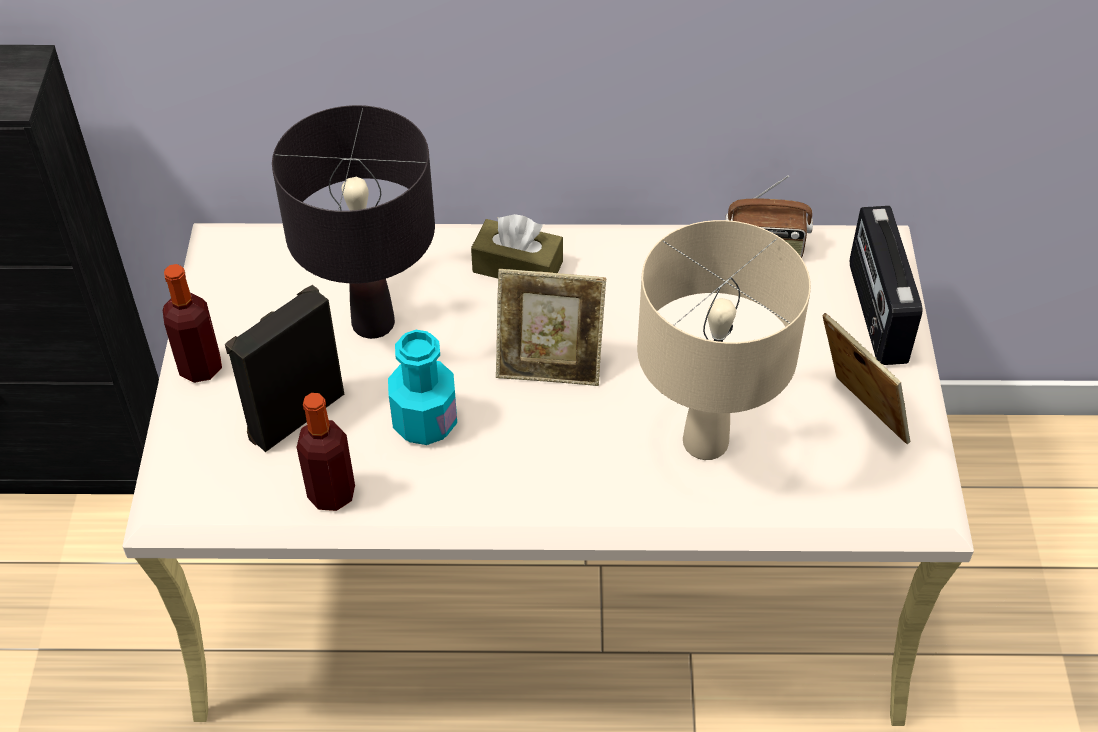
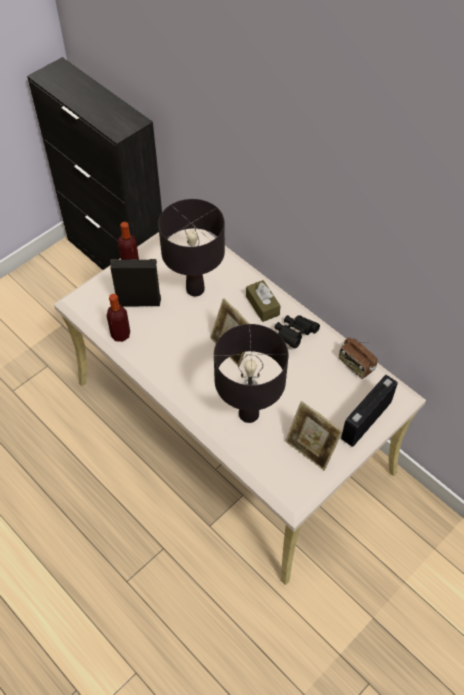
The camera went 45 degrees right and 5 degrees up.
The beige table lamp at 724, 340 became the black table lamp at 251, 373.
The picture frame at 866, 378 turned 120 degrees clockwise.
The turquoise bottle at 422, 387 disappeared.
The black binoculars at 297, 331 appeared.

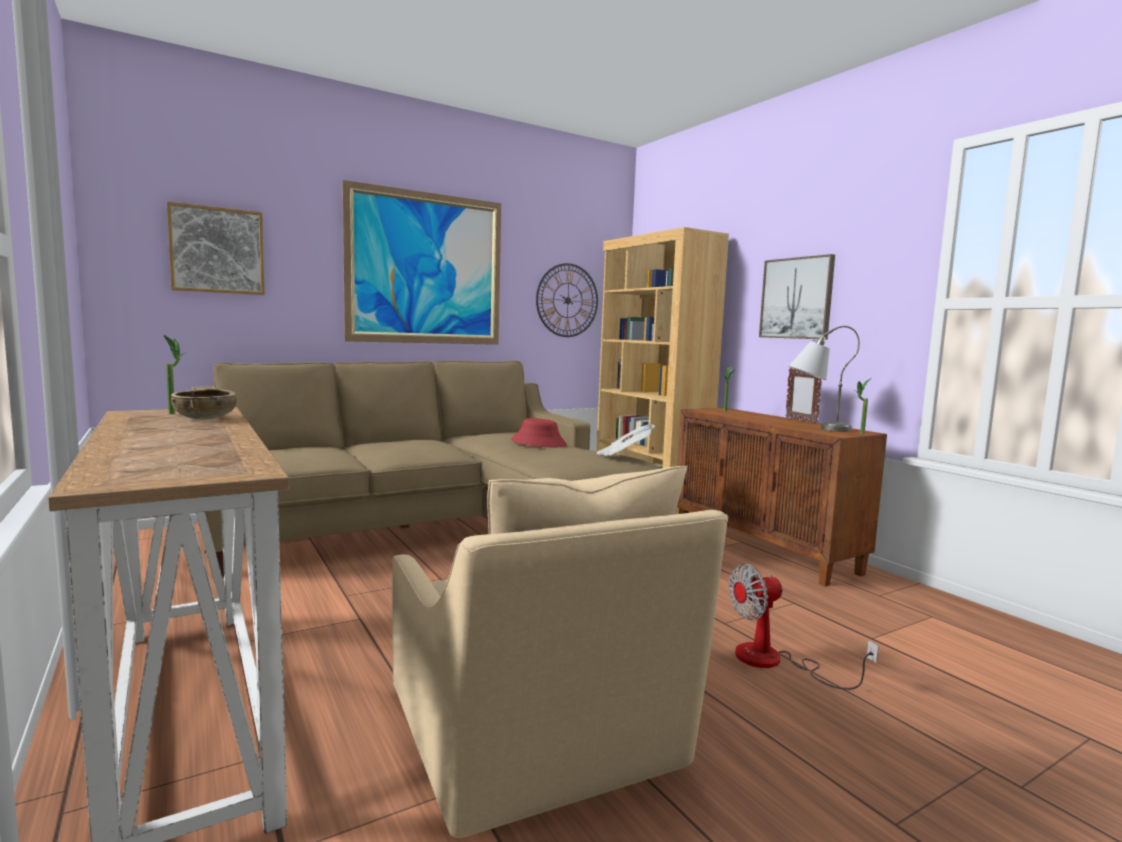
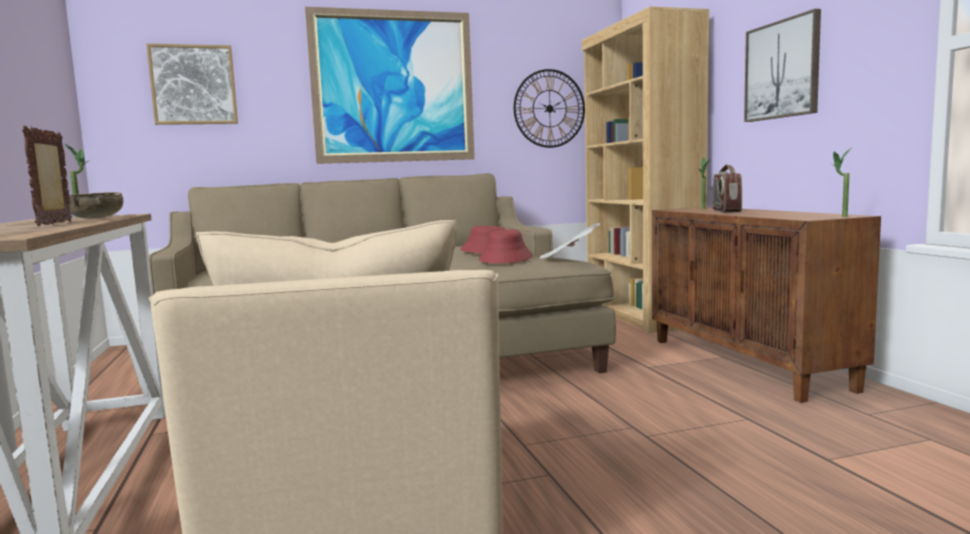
The camera went 15 degrees right and 0 degrees up.
The grey table lamp at 824, 379 disappeared.
The picture frame moved from 803, 396 to 47, 176.
The fan at 804, 627 disappeared.
The radio at 727, 188 appeared.
The red hat at 506, 246 appeared.

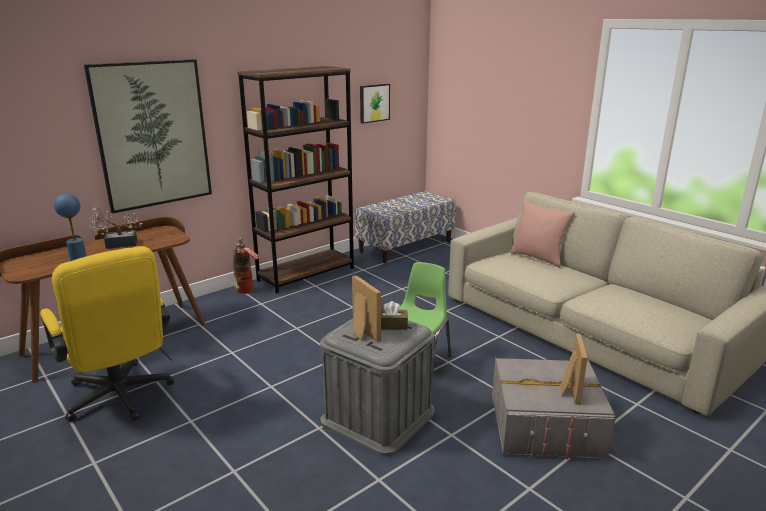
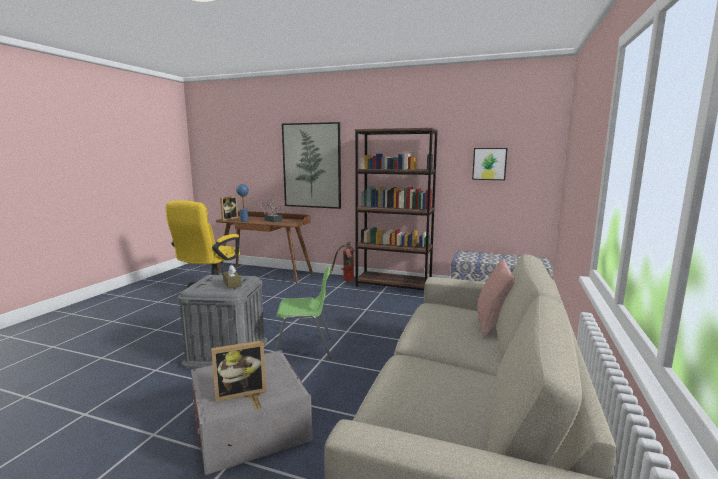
The camera went 60 degrees right and 10 degrees down.
The picture frame moved from 366, 308 to 229, 208.

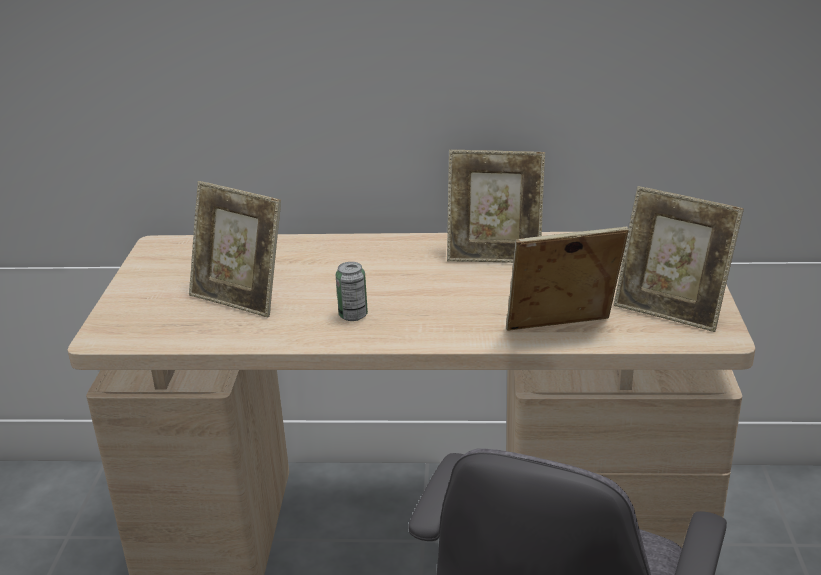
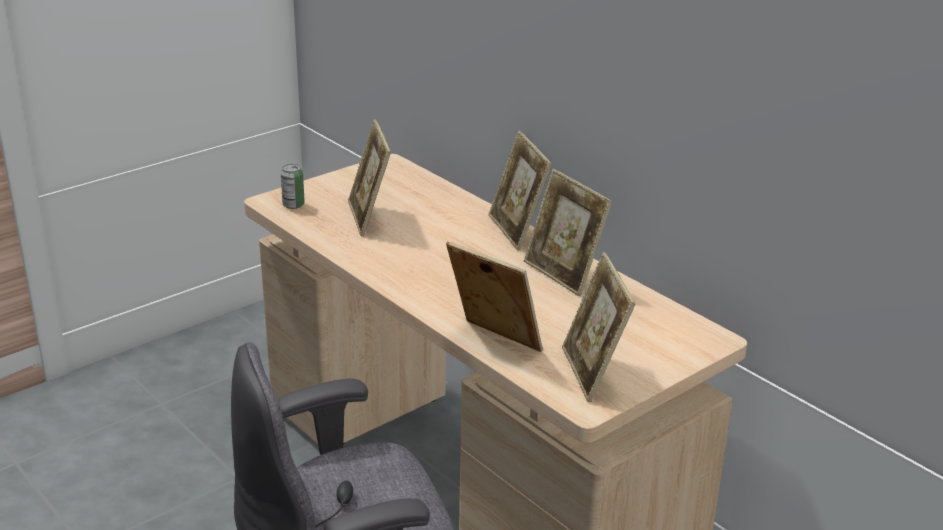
The camera went 45 degrees right and 0 degrees up.
The can moved from 352, 291 to 293, 186.
The picture frame at 520, 191 appeared.

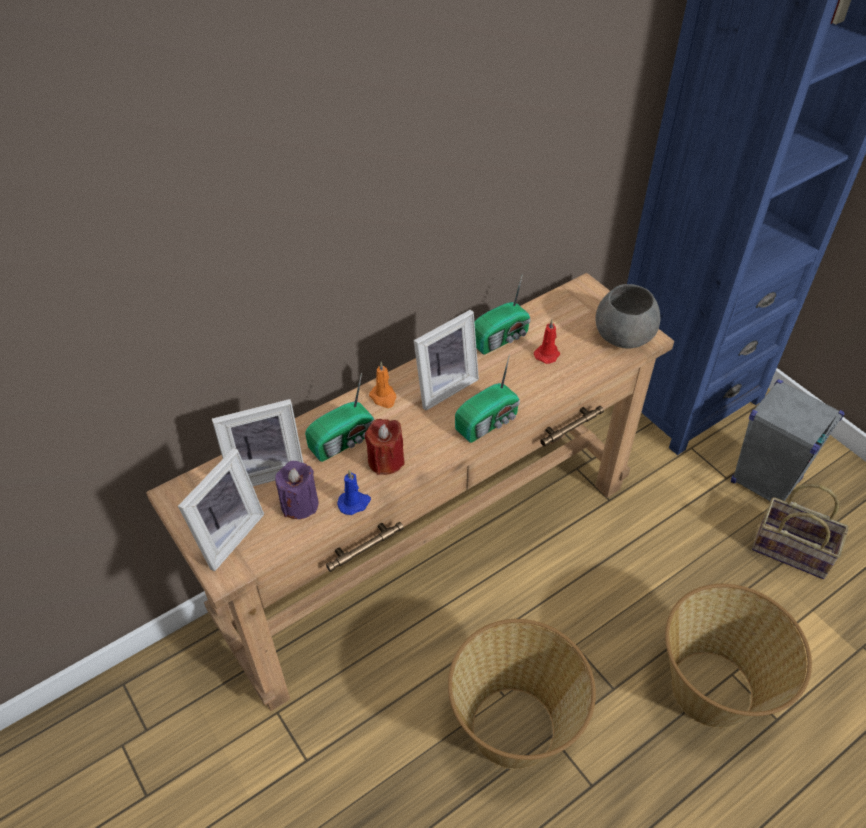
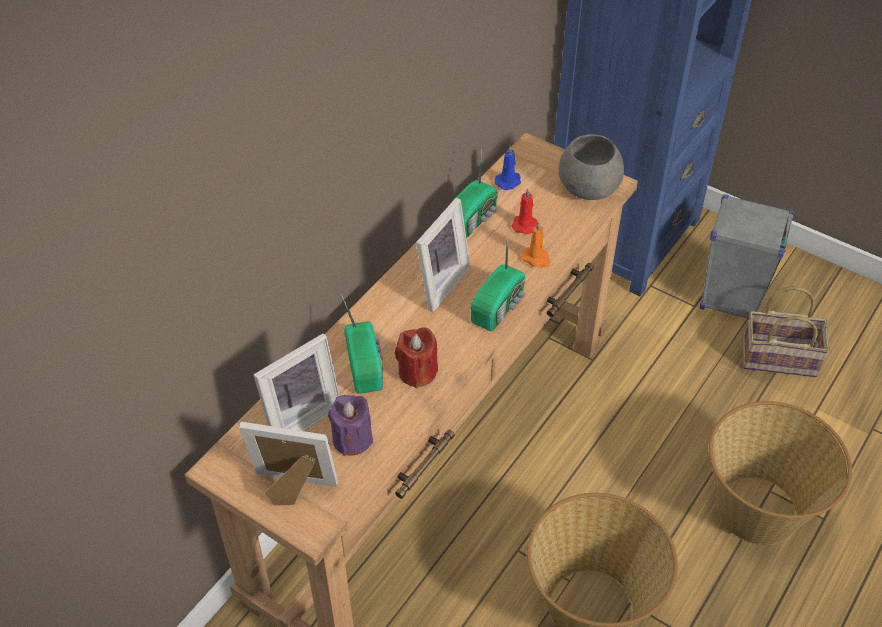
The camera went 20 degrees left and 0 degrees up.
The orange candle moved from 382, 385 to 535, 244.
The radio at 339, 417 turned 45 degrees counterclockwise.
The picture frame at 221, 509 turned 90 degrees counterclockwise.
The blue candle moved from 354, 492 to 507, 167.

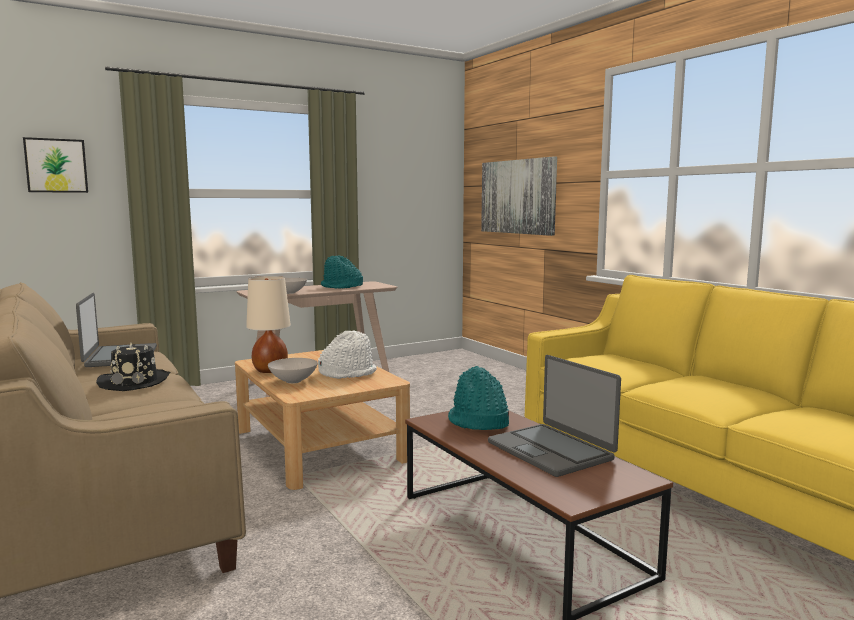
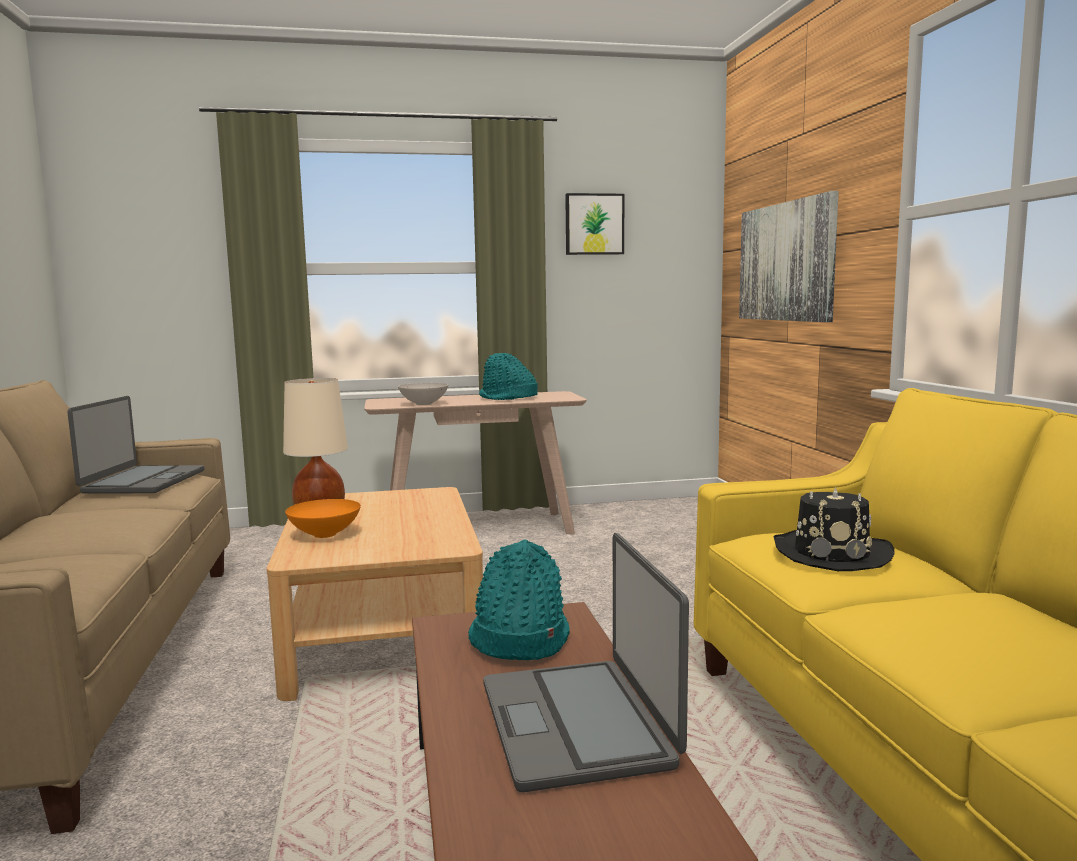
The camera went 20 degrees right and 0 degrees up.
The picture moved from 55, 165 to 594, 224.
The white hat at 347, 355 disappeared.
The black hat moved from 133, 367 to 834, 528.
The white bowl at 293, 371 became the orange bowl at 323, 518.

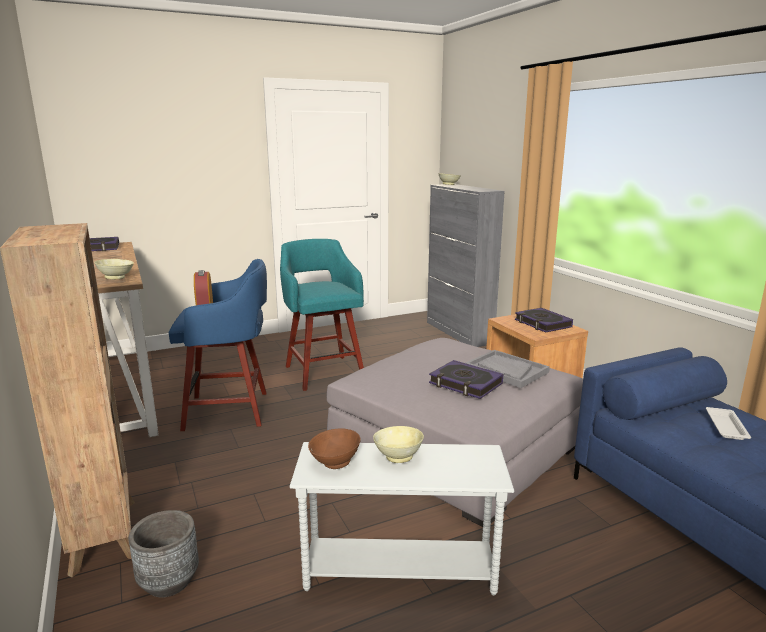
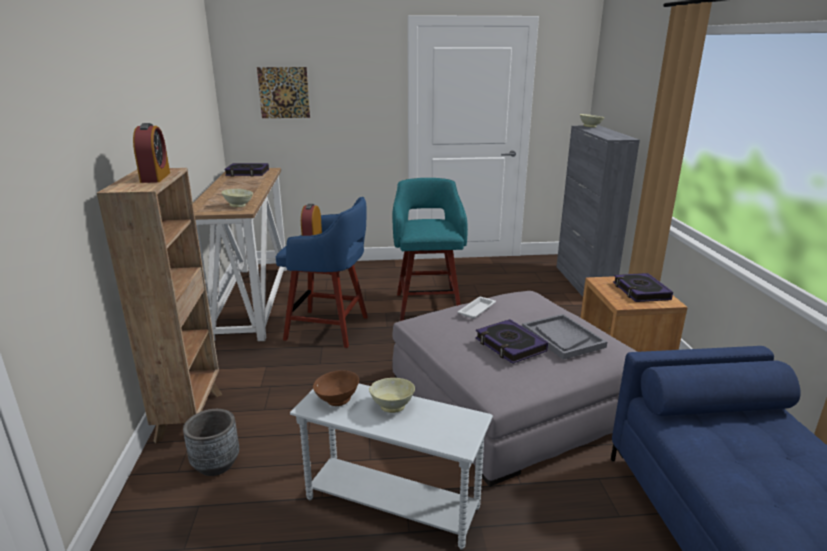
The camera went 20 degrees right and 5 degrees up.
The white tray moved from 728, 423 to 477, 308.
The picture at 283, 92 appeared.
The alarm clock at 151, 153 appeared.

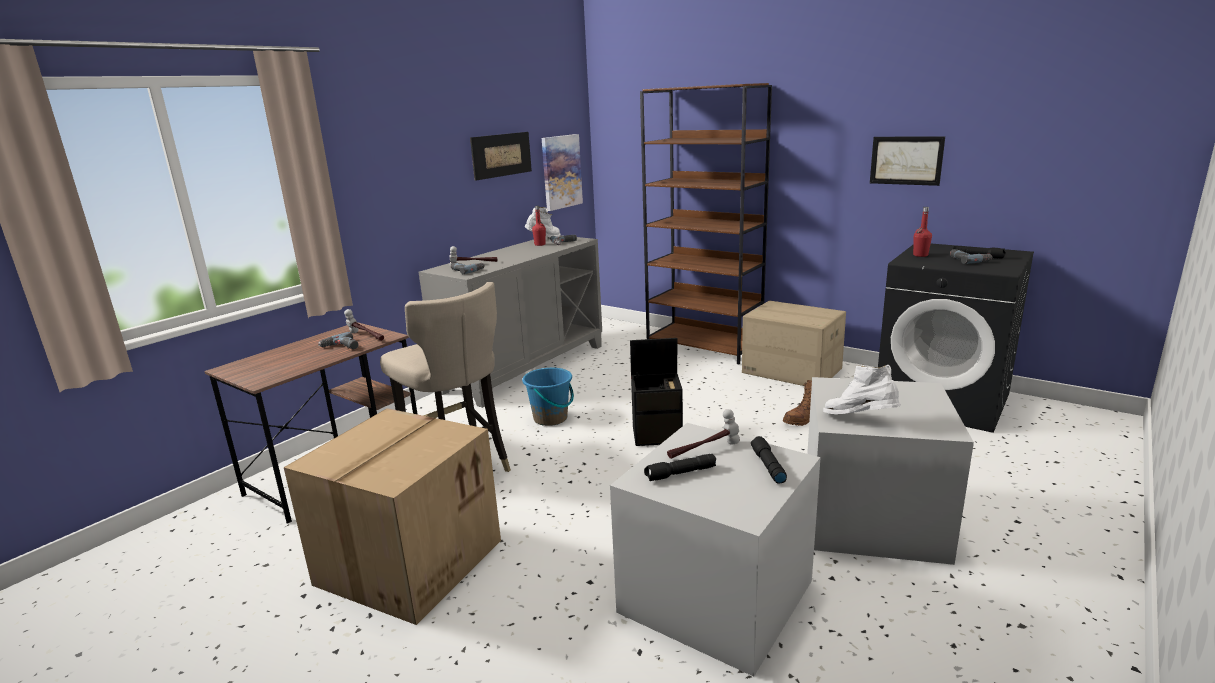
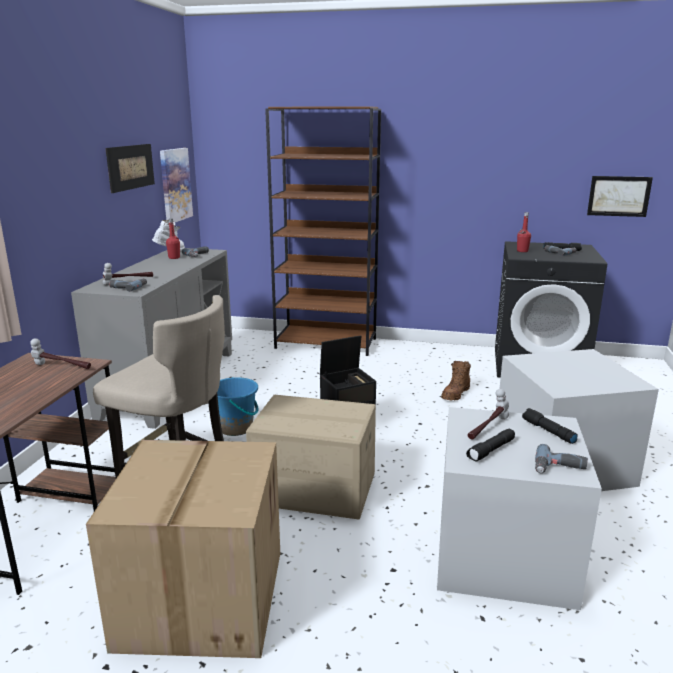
The camera went 25 degrees left and 0 degrees up.
The picture moved from 907, 161 to 620, 196.
The cardboard box moved from 794, 343 to 311, 457.
The power drill moved from 338, 340 to 561, 458.
The white boot at 862, 389 disappeared.

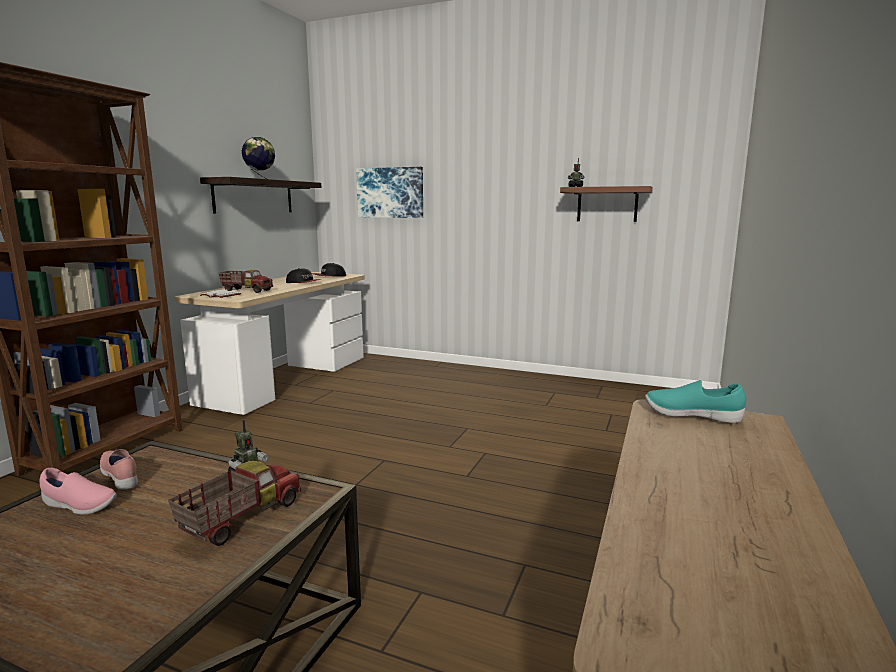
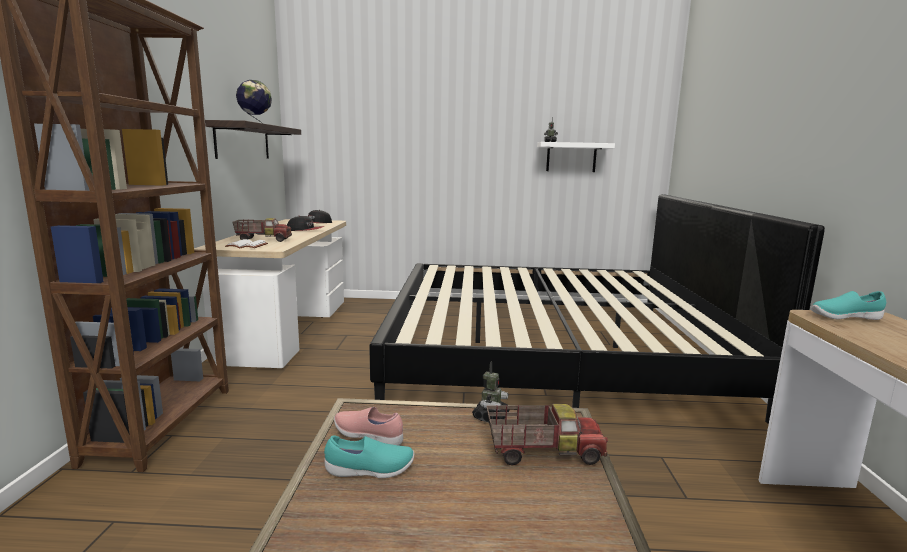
The camera went 20 degrees left and 0 degrees up.
The picture at 389, 192 disappeared.
The brown shelf at 606, 204 became the white shelf at 576, 157.
The toy truck at 234, 503 turned 75 degrees clockwise.
The pink shoe at 78, 491 became the turquoise shoe at 369, 456.
The bed at 597, 309 appeared.

